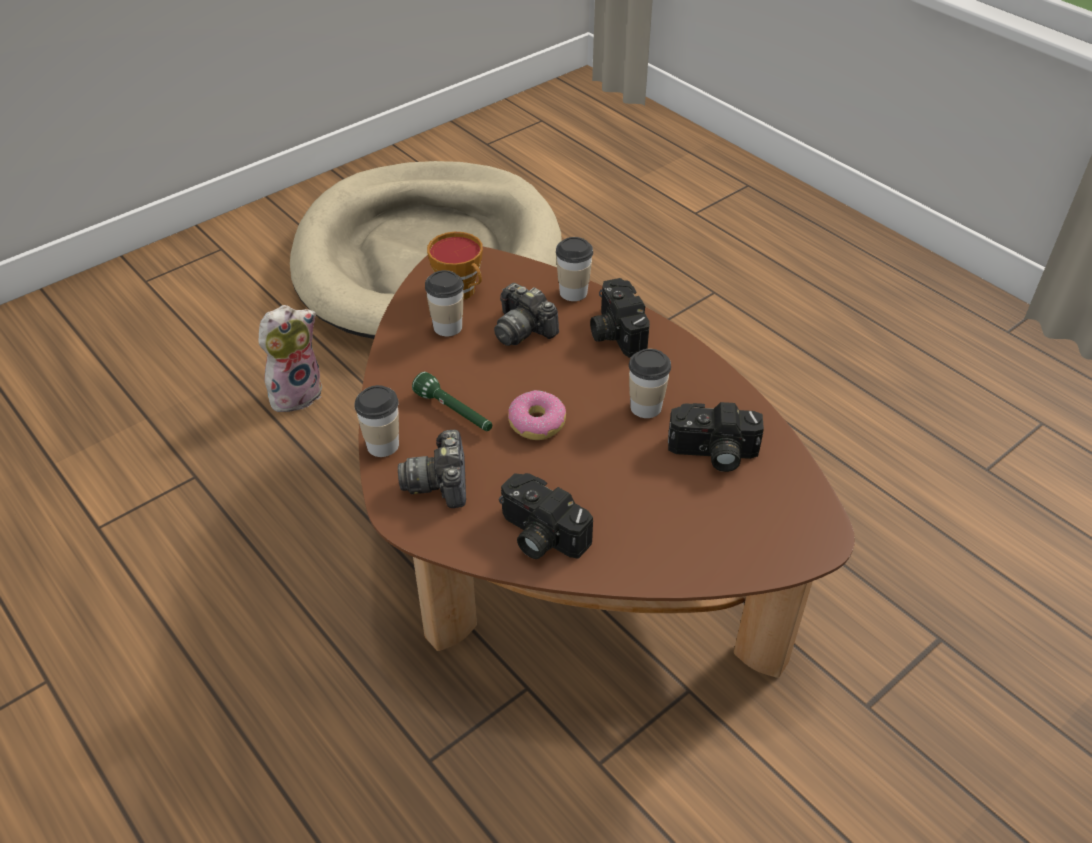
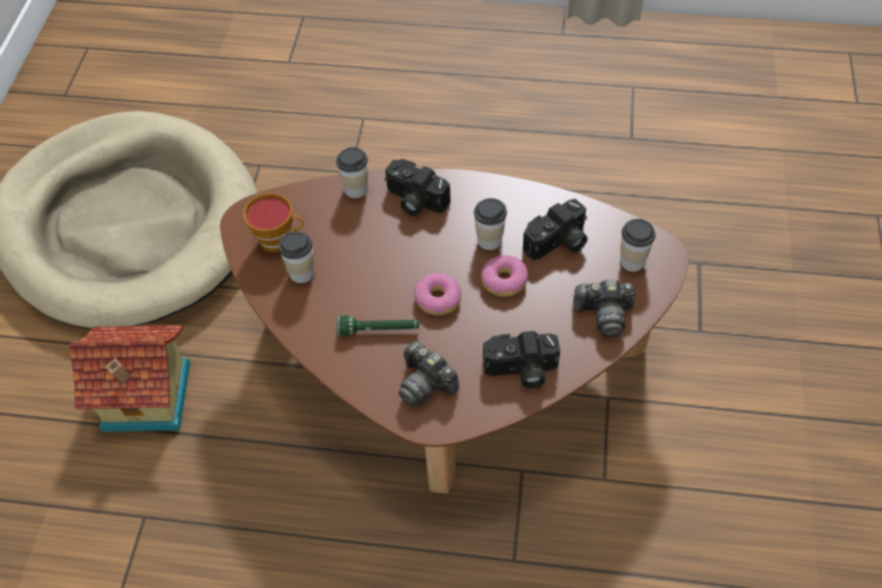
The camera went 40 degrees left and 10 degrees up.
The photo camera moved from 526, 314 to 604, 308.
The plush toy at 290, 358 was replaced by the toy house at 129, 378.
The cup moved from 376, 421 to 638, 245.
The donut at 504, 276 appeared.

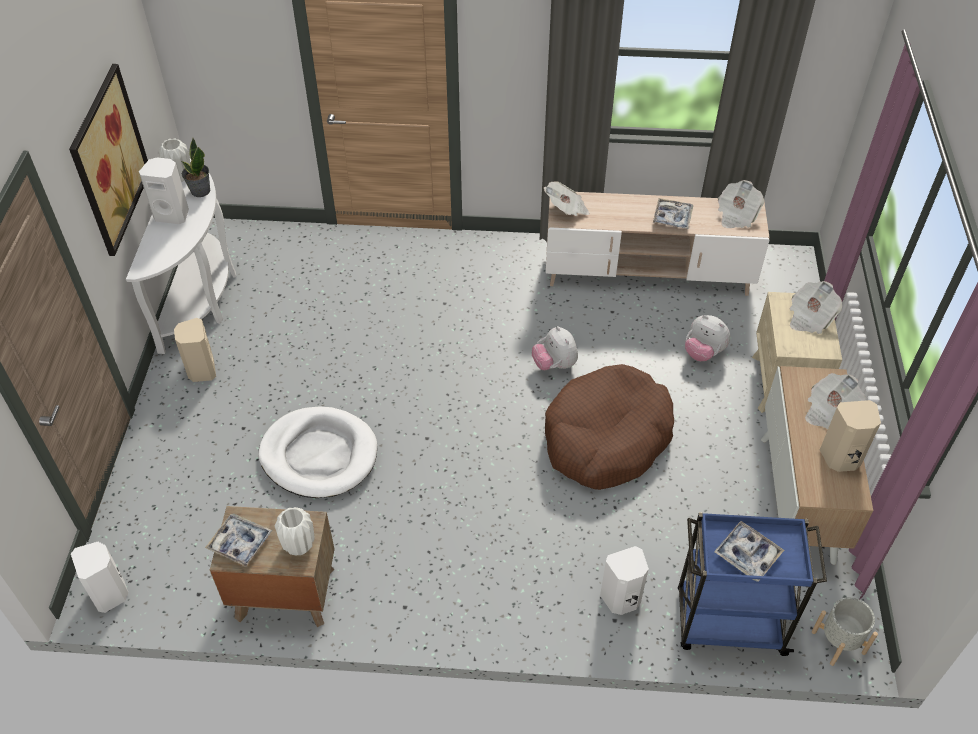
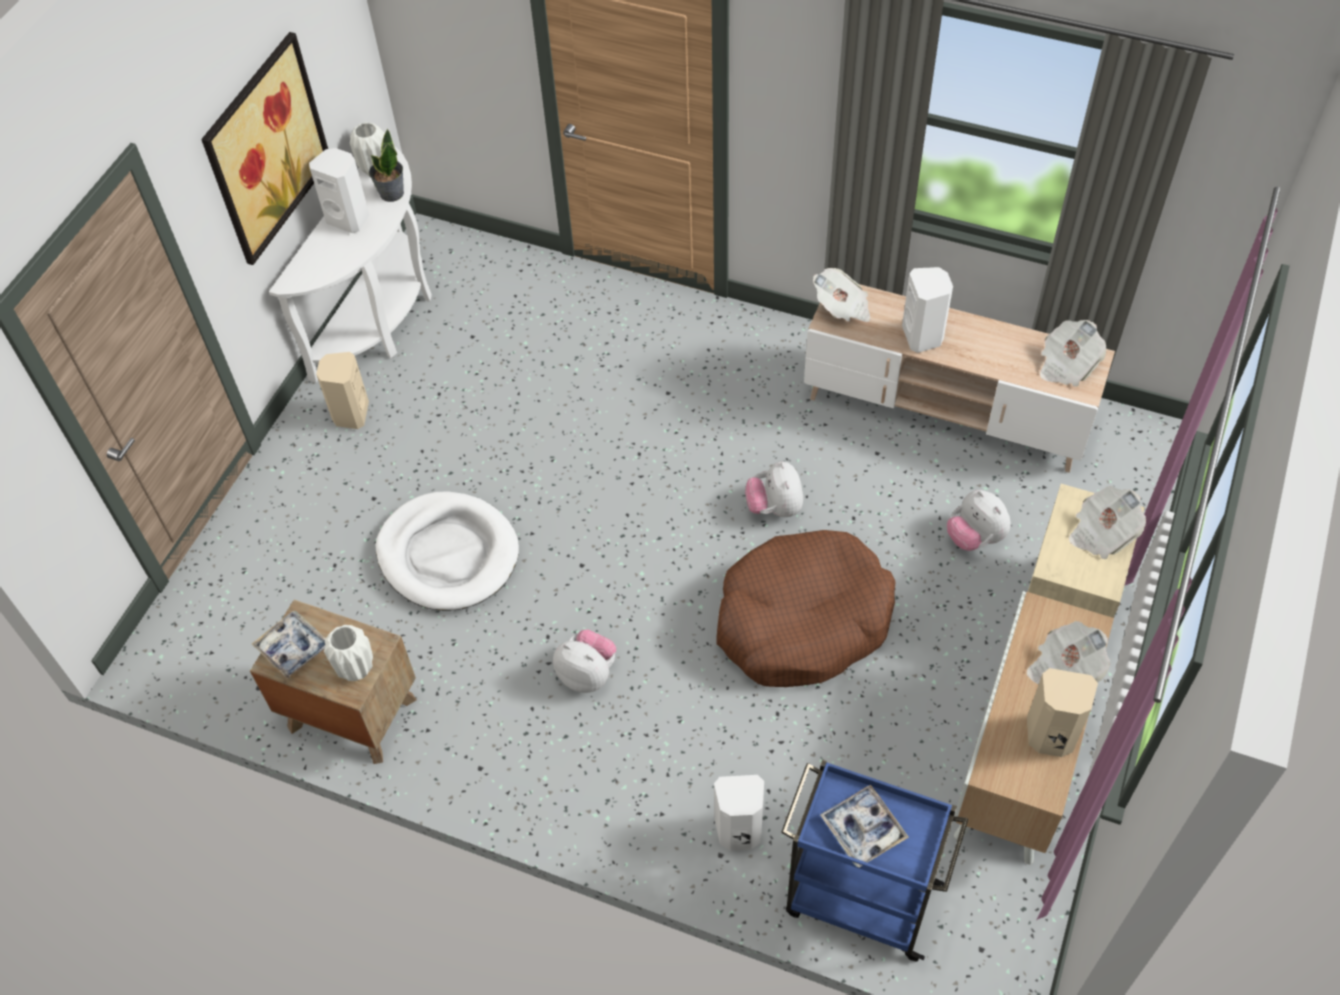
The camera went 20 degrees right and 5 degrees up.
The tray at 673, 213 disappeared.
The white speaker moved from 99, 577 to 927, 310.
The grey planter at 845, 631 disappeared.
The plush toy at 584, 661 appeared.

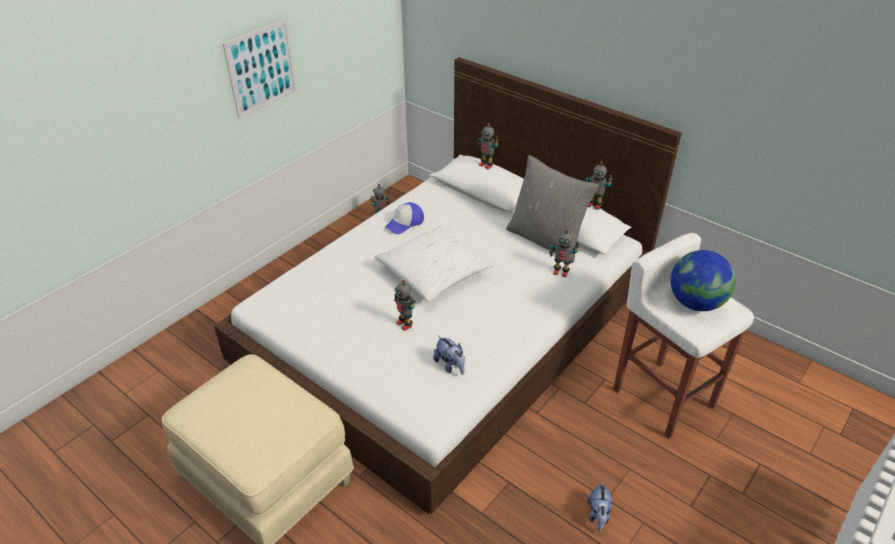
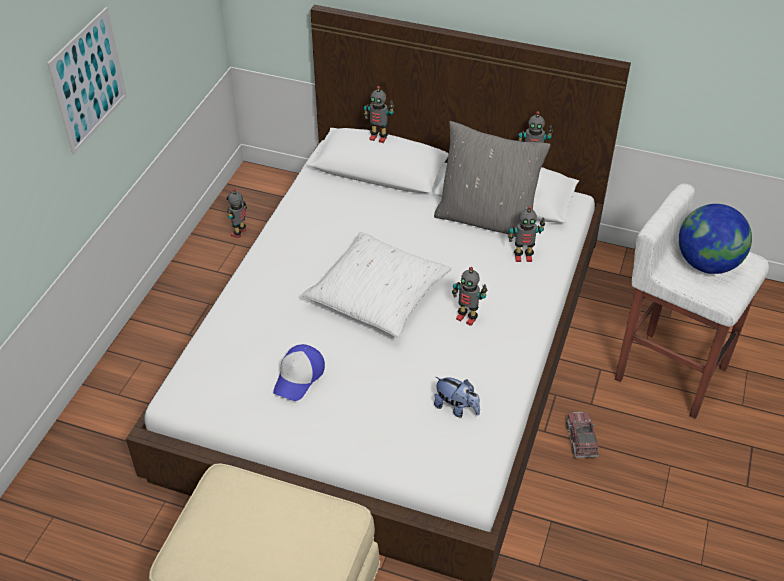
The camera went 20 degrees left and 5 degrees up.
The cap moved from 404, 218 to 299, 372.
The toy robot moved from 404, 305 to 469, 296.
The plush toy at 600, 507 disappeared.
The toy truck at 582, 435 appeared.

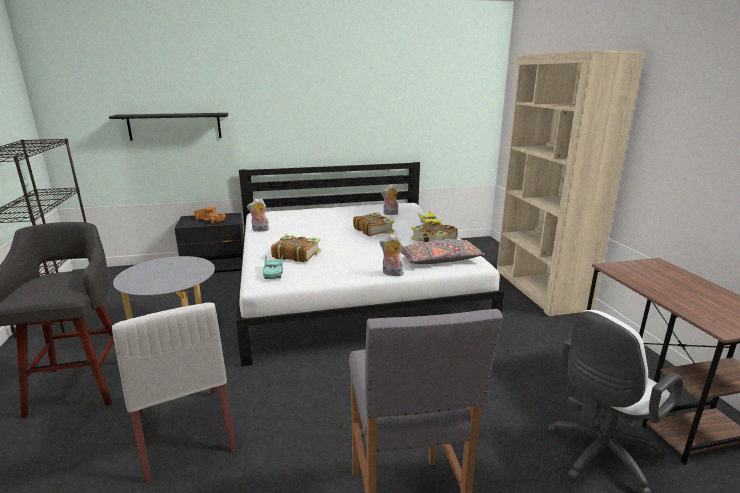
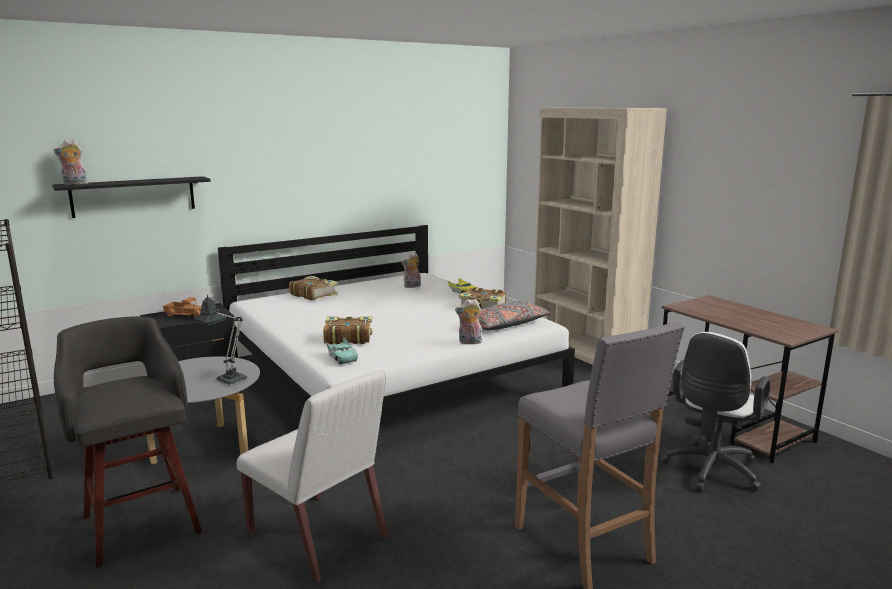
The camera went 20 degrees left and 5 degrees down.
The plush toy moved from 258, 214 to 71, 162.
The book moved from 374, 224 to 313, 288.
The table lamp at 220, 340 appeared.

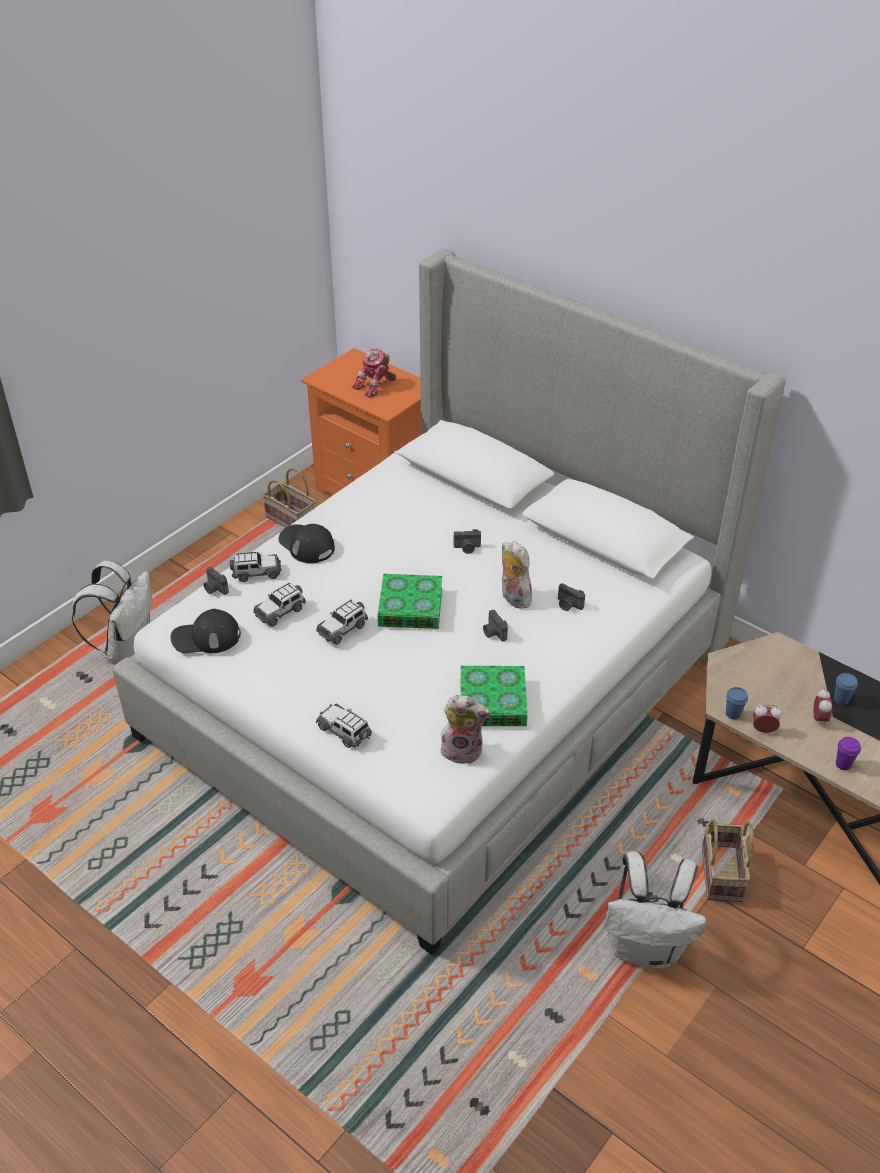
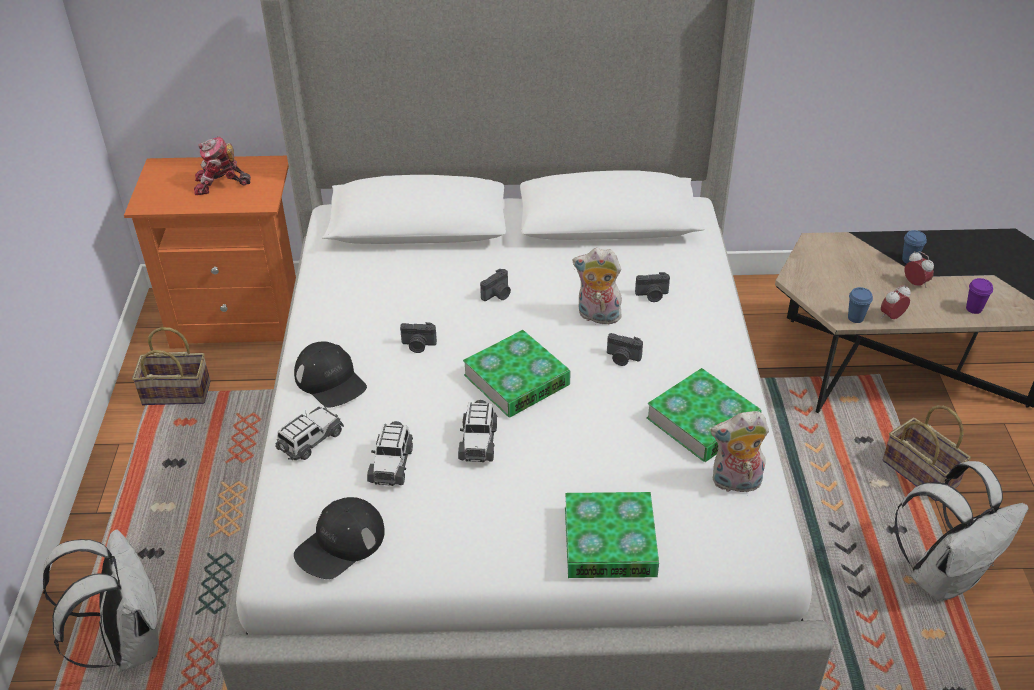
The camera went 40 degrees left and 0 degrees up.
The toy robot at 374, 373 turned 75 degrees clockwise.
The black cap at 306, 543 turned 135 degrees counterclockwise.
The photo camera moved from 216, 581 to 418, 337.
The plush toy at 466, 729 turned 150 degrees counterclockwise.
The toy car at 344, 726 was replaced by the book at 612, 535.

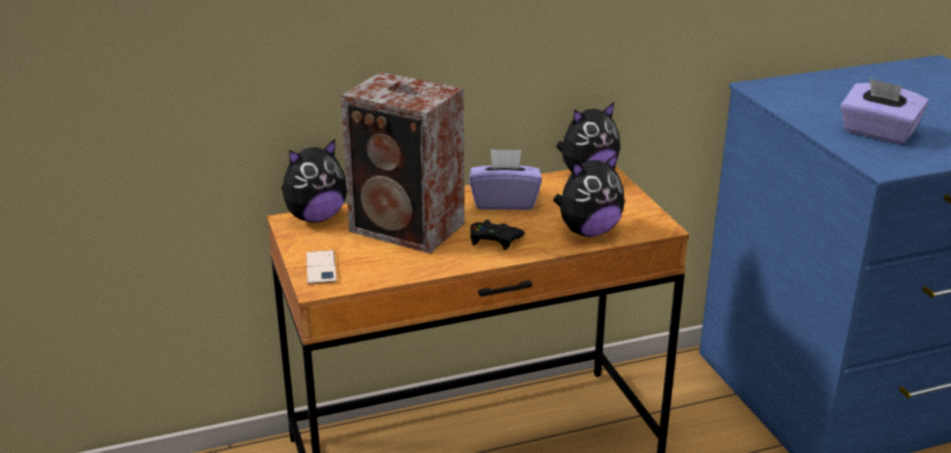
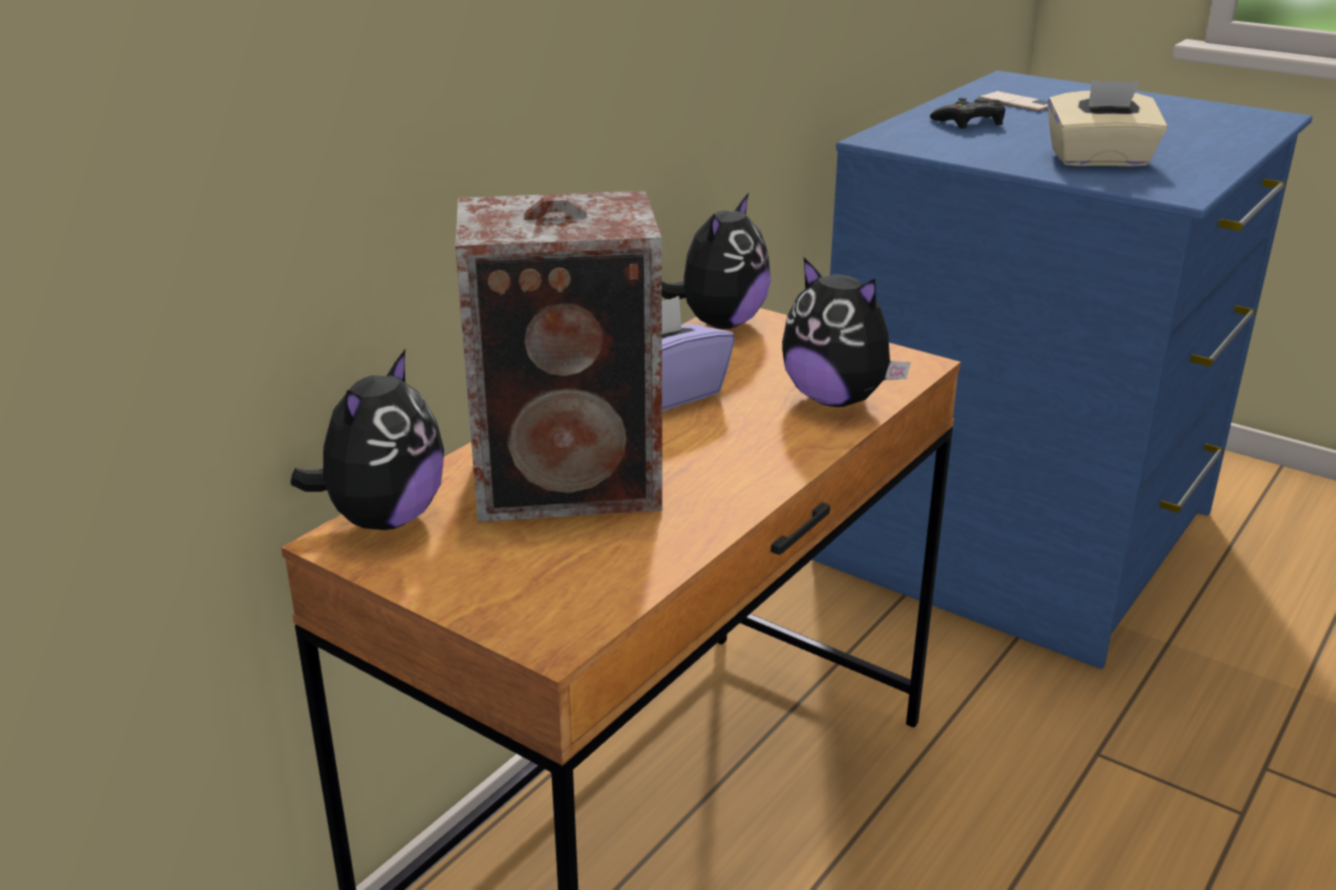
The camera went 35 degrees left and 0 degrees up.
The purple tissue box at 885, 111 became the beige tissue box at 1107, 123.
The plush toy at 589, 195 turned 105 degrees clockwise.
The black game controller moved from 497, 235 to 968, 113.
The phone moved from 321, 267 to 1013, 101.

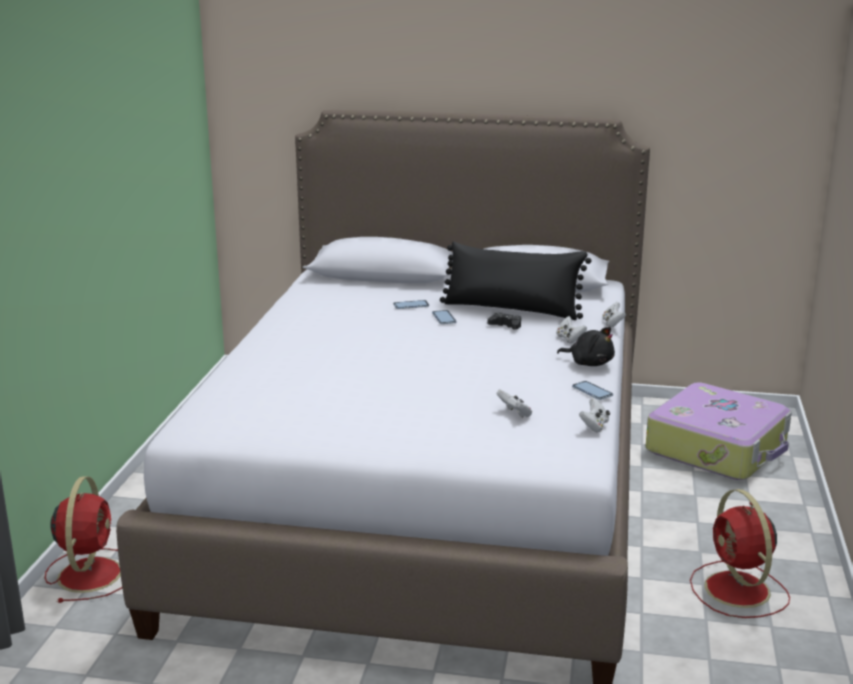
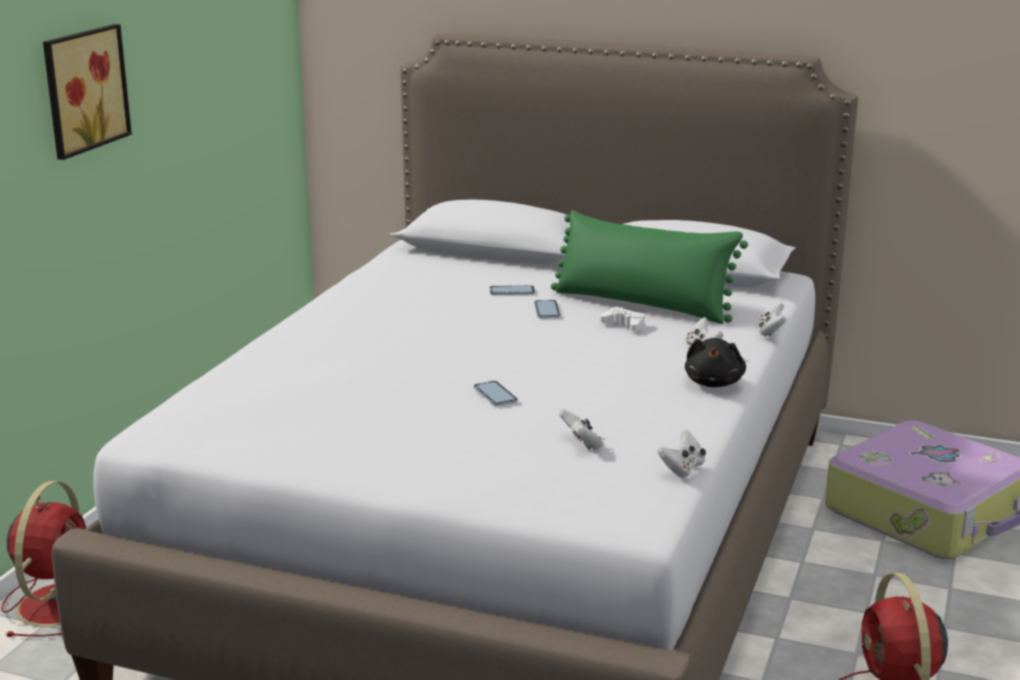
The camera went 10 degrees right and 0 degrees up.
The black pillow at 515, 280 became the green pillow at 649, 267.
The black game controller at 504, 321 became the white game controller at 622, 319.
The black plush toy at 586, 346 turned 60 degrees clockwise.
The phone moved from 592, 390 to 496, 393.
The picture at 87, 92 appeared.

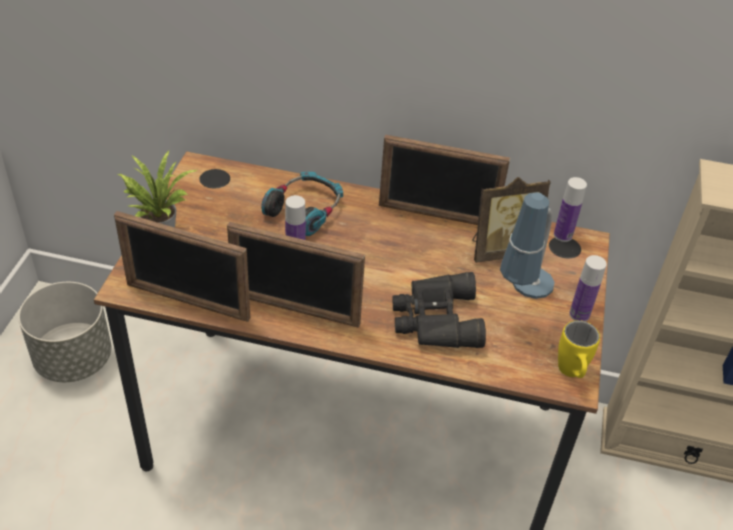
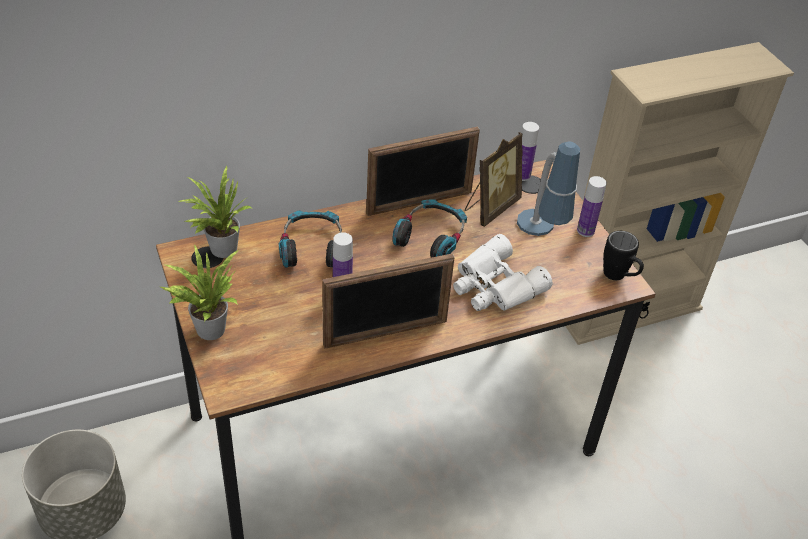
The camera went 35 degrees left and 0 degrees up.
The picture frame at 182, 266 disappeared.
The black binoculars at 439, 310 became the white binoculars at 503, 272.
The yellow mug at 579, 349 became the black mug at 623, 255.
The potted plant at 215, 212 appeared.
The headphones at 429, 228 appeared.

